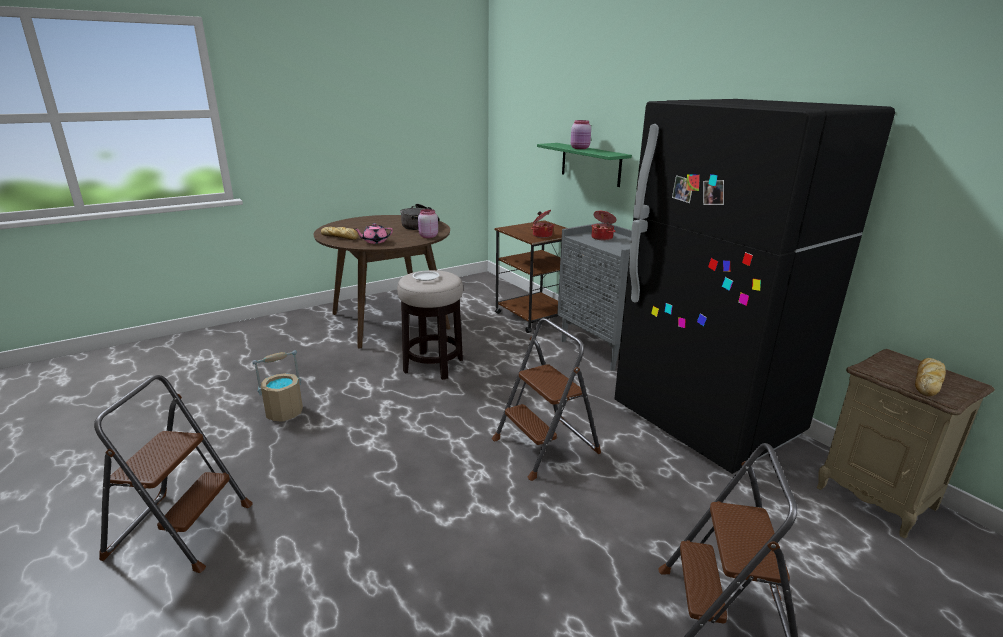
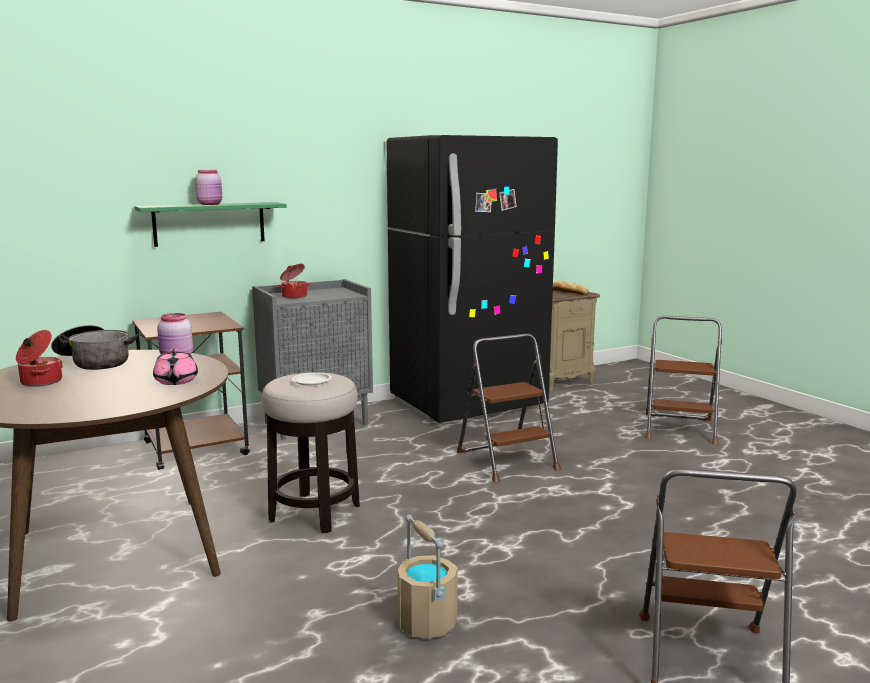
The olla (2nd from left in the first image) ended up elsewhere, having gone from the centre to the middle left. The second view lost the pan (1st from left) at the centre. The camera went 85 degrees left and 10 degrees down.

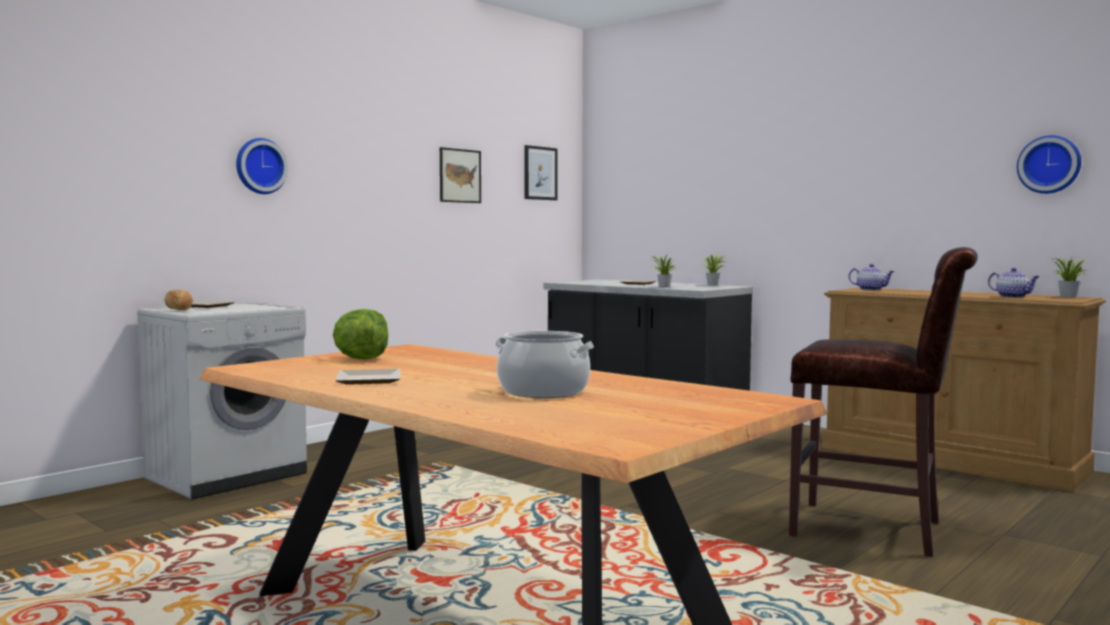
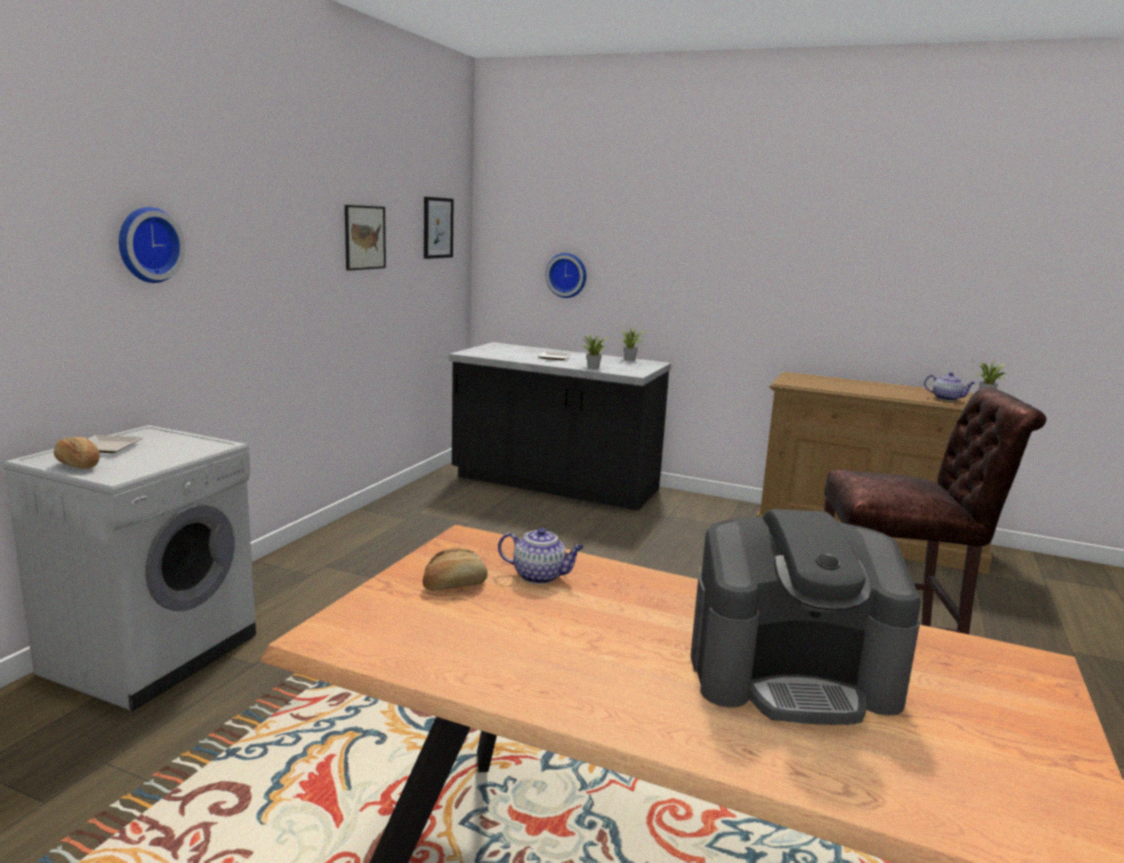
The reloj de pared (2nd from left) ended up elsewhere, having gone from the top right to the top centre. The tetera (1st from left) ended up elsewhere, having gone from the middle right to the centre. Where the lechuga stood at the middle left, the pan (2nd from left) came to stand at the centre. Where the olla stood at the centre, the cafetera came to stand at the bottom right. The second view lost the plato (2nd from left) at the middle left. The camera went 20 degrees left and 10 degrees up.

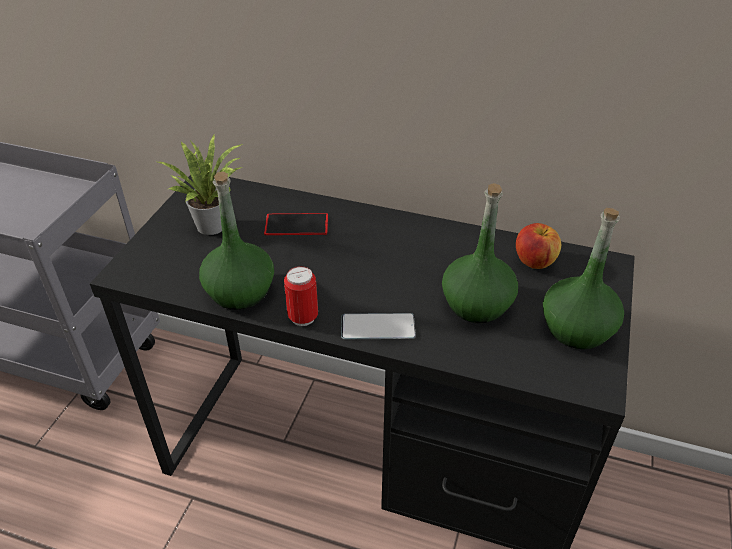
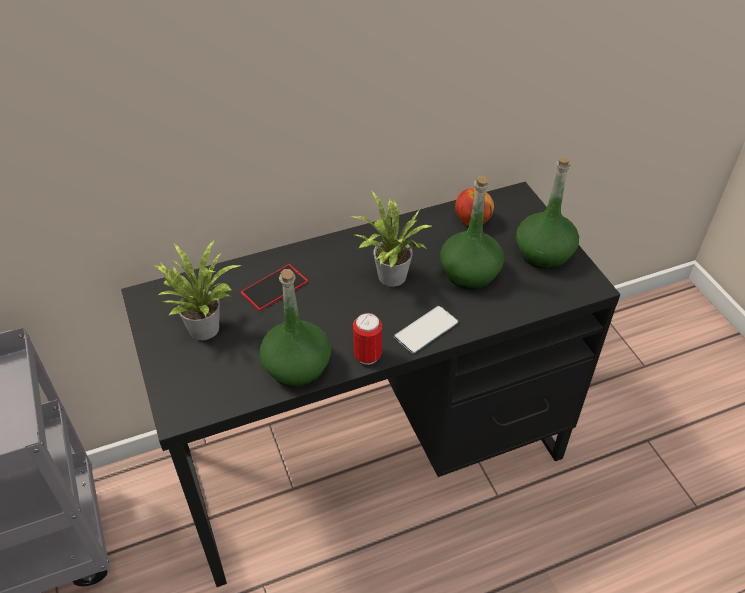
The second view gained the planta en maceta (2nd from left) at the centre. The camera went 40 degrees left and 5 degrees up.

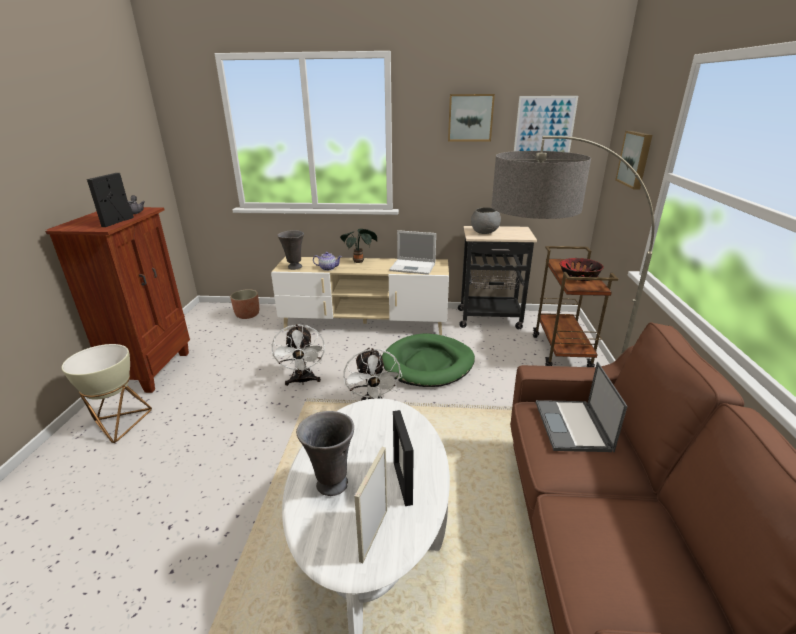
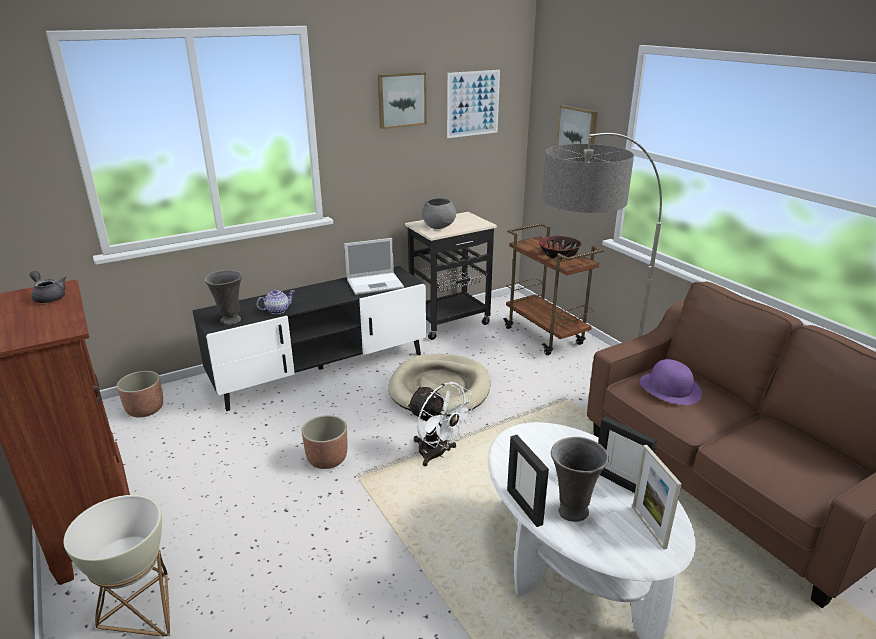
The portarretratos (1st from left) ended up elsewhere, having gone from the top left to the bottom centre. The second view lost the planta en maceta at the centre. What was the mueble de televisión (beis) at the centre turned into the mueble de televisión (negro) at the centre. Where the ventilador (blanco) (1st from left) stood at the centre, the maceta (3rd from left) came to stand at the bottom centre. What was the cama para perro (verde) at the centre turned into the cama para perro (beis) at the centre. Where the portátil (2nd from left) stood at the middle right, the sombrero (morado) came to stand at the middle right. The camera went 35 degrees left and 0 degrees up.

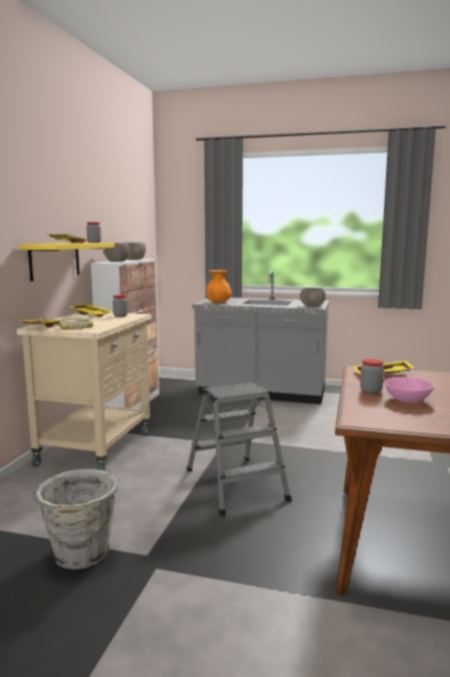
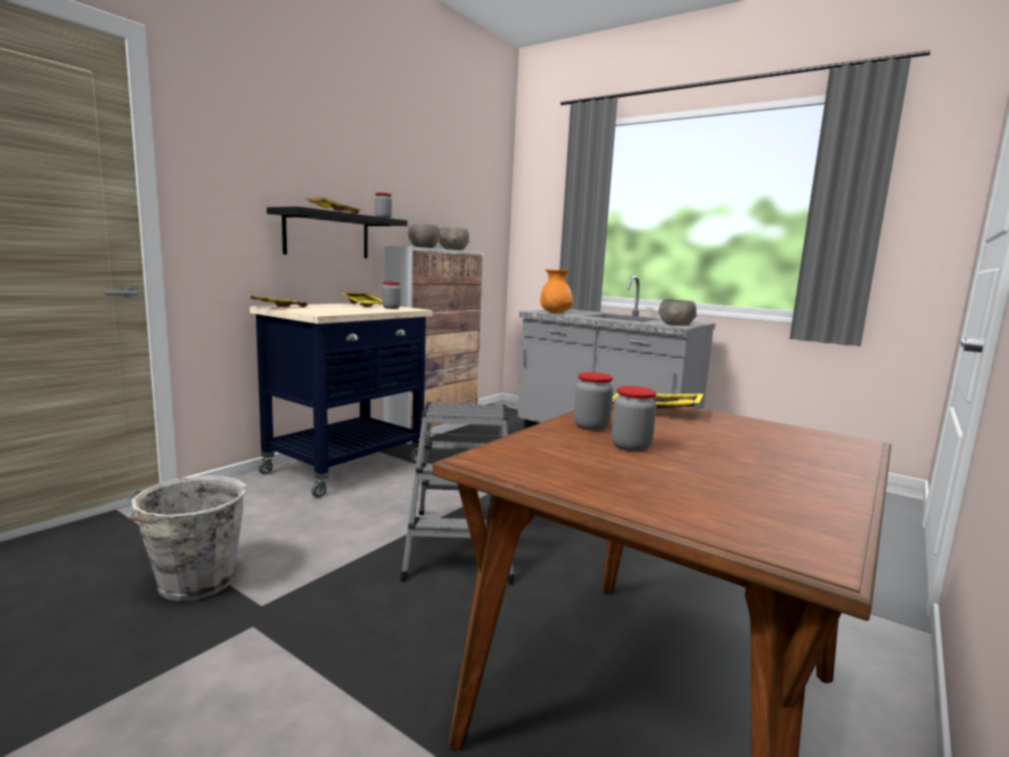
What was the estante (amarillo) at the middle left turned into the estante (negro) at the top centre. What was the carrito (beis) at the middle left turned into the carrito (azul) at the centre. The second view lost the pan at the middle left. Where the cuenco (rosa) stood at the middle right, the tarro (4th from left) came to stand at the centre. The camera went 20 degrees right and 0 degrees up.

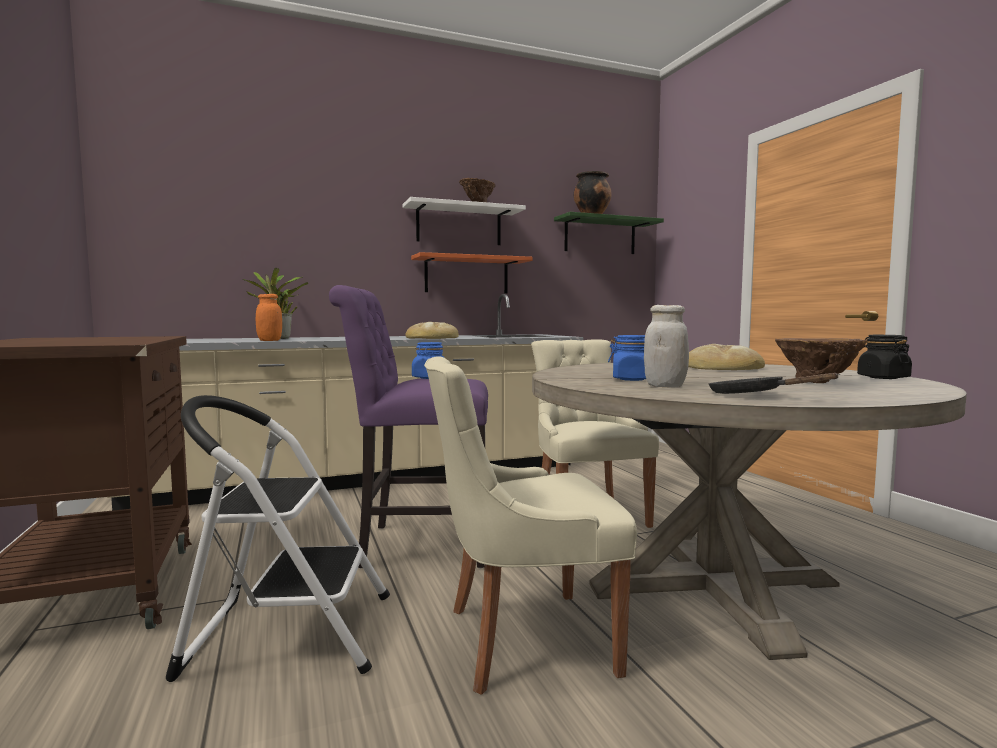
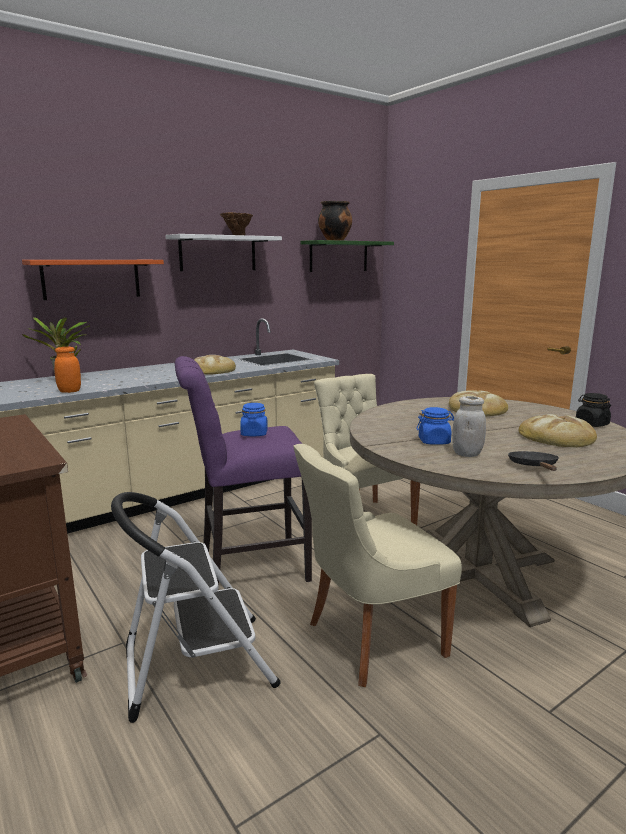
The estante (naranja) ended up elsewhere, having gone from the centre to the middle left. Where the florero (marrón) (2nd from left) stood at the middle right, the pan (3rd from left) came to stand at the middle right. The sartén (negro) at the middle right ended up facing another way, 60 degrees clockwise from before. The camera went 15 degrees left and 10 degrees up.

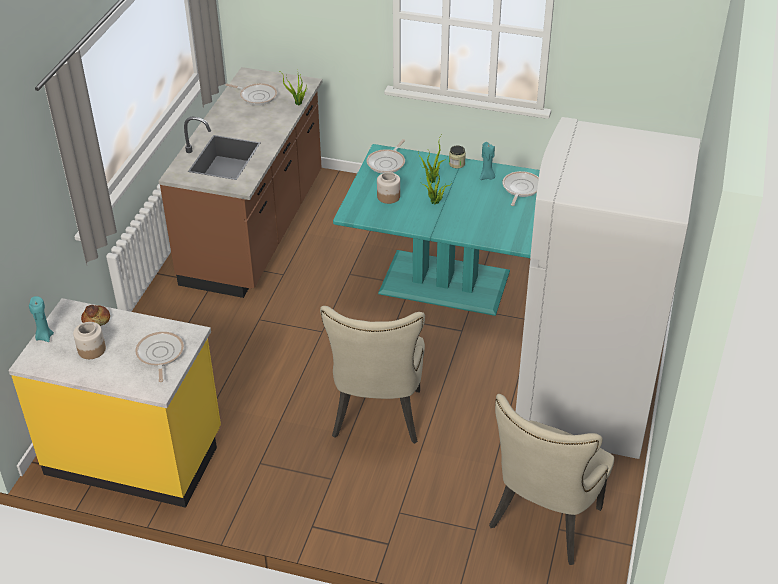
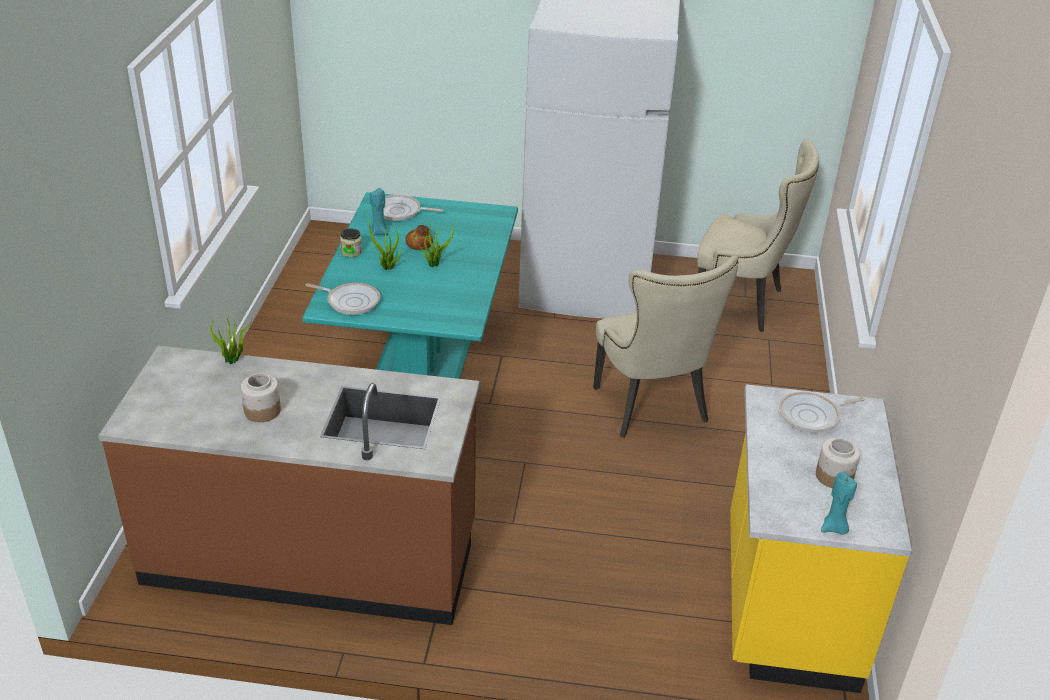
The second view lost the sartén (2nd from left) at the top left. The tarro (2nd from left in the first image) ended up elsewhere, having gone from the top centre to the middle left. The pan ended up elsewhere, having gone from the middle left to the centre. The silla (beis) (1st from left) at the centre ended up facing another way, 75 degrees clockwise from before. The camera went 100 degrees left and 5 degrees down.

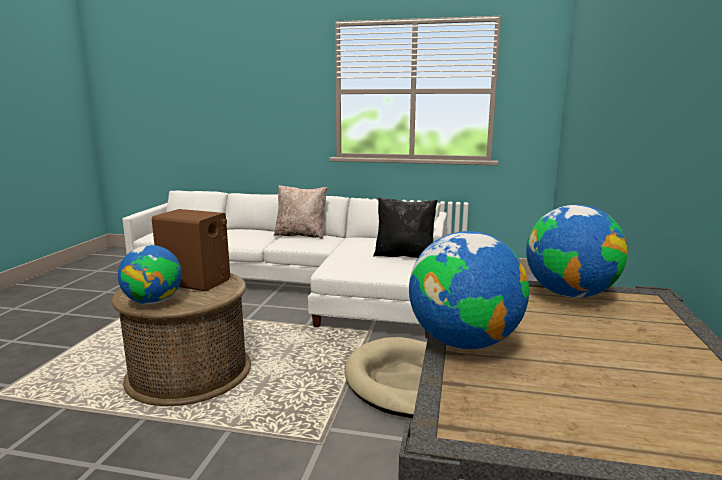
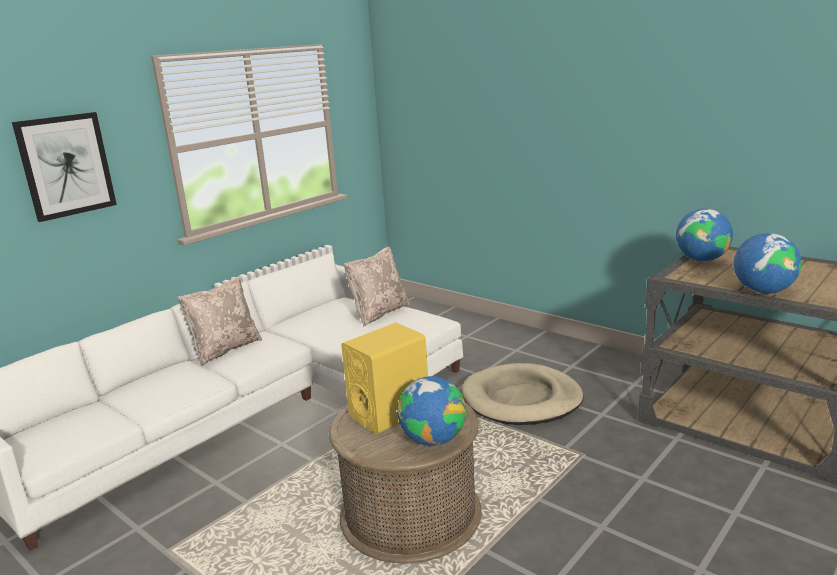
What was the cojín (negro) at the centre turned into the cojín (beis) (2nd from left) at the centre. What was the altavoz (marrón) at the middle left turned into the altavoz (amarillo) at the centre. The second view gained the cuadro at the top left. The camera went 60 degrees left and 5 degrees up.

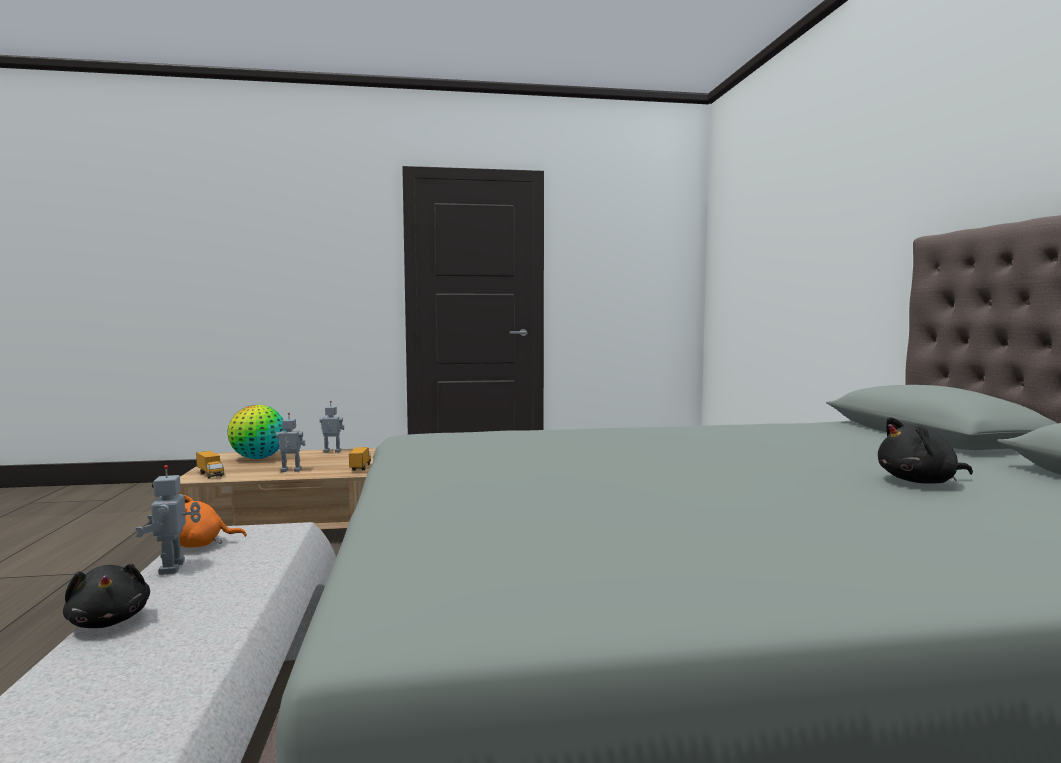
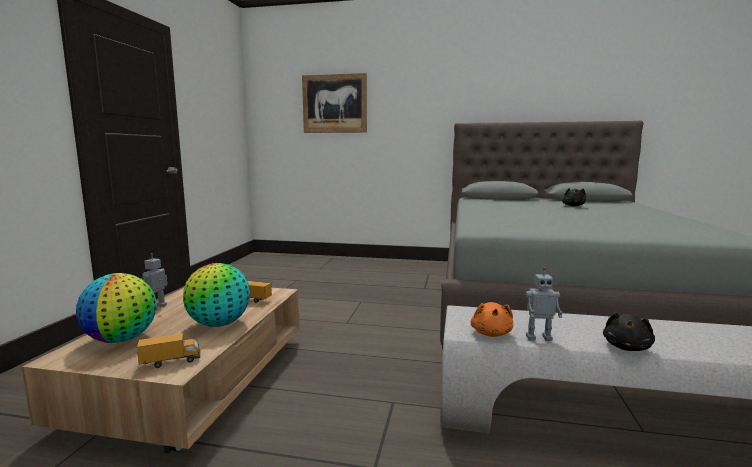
Where the robot de juguete (2nd from left) stood at the middle left, the globo terráqueo (2nd from left) came to stand at the middle left. The peluche (negro) (1st from left in the first image) at the bottom left ended up facing another way, 135 degrees clockwise from before. The second view gained the cuadro at the top centre. The camera went 70 degrees left and 5 degrees up.

